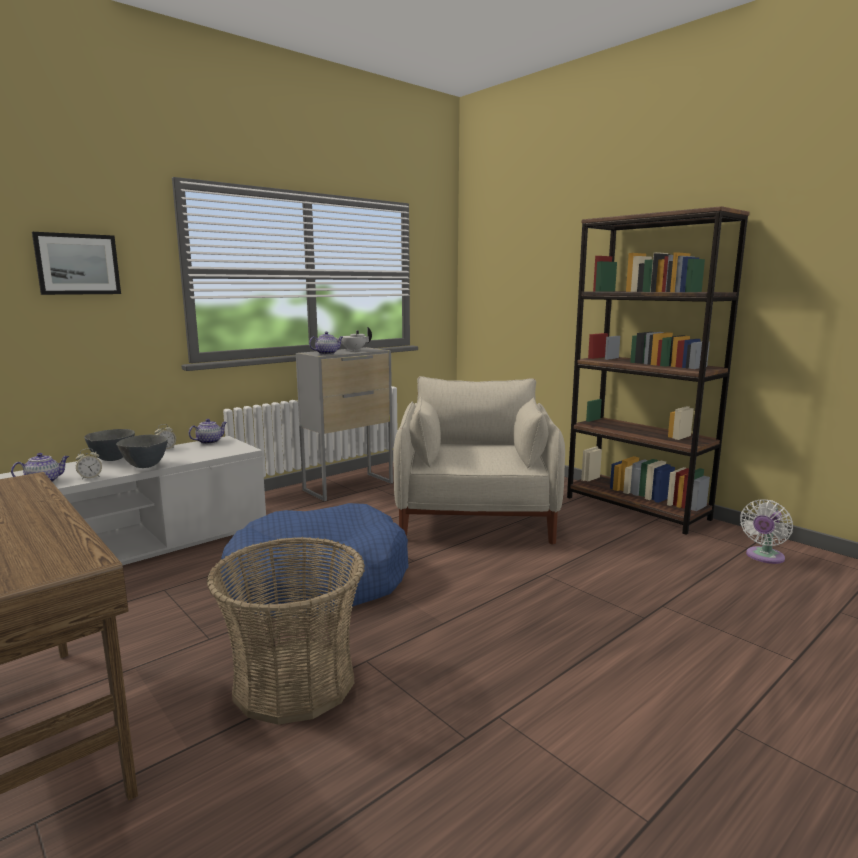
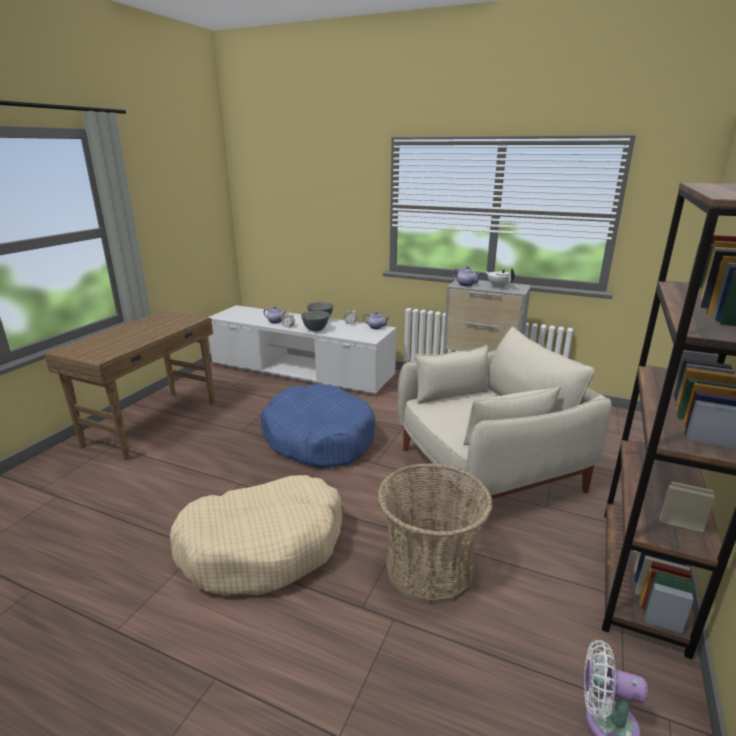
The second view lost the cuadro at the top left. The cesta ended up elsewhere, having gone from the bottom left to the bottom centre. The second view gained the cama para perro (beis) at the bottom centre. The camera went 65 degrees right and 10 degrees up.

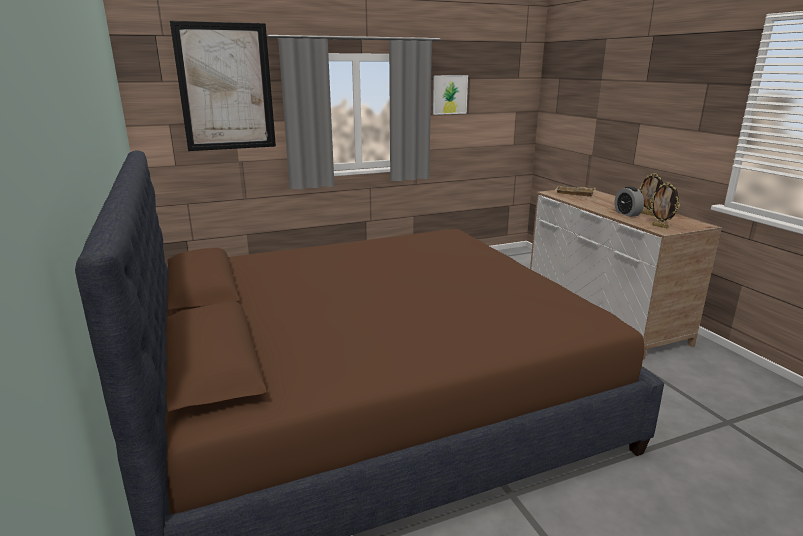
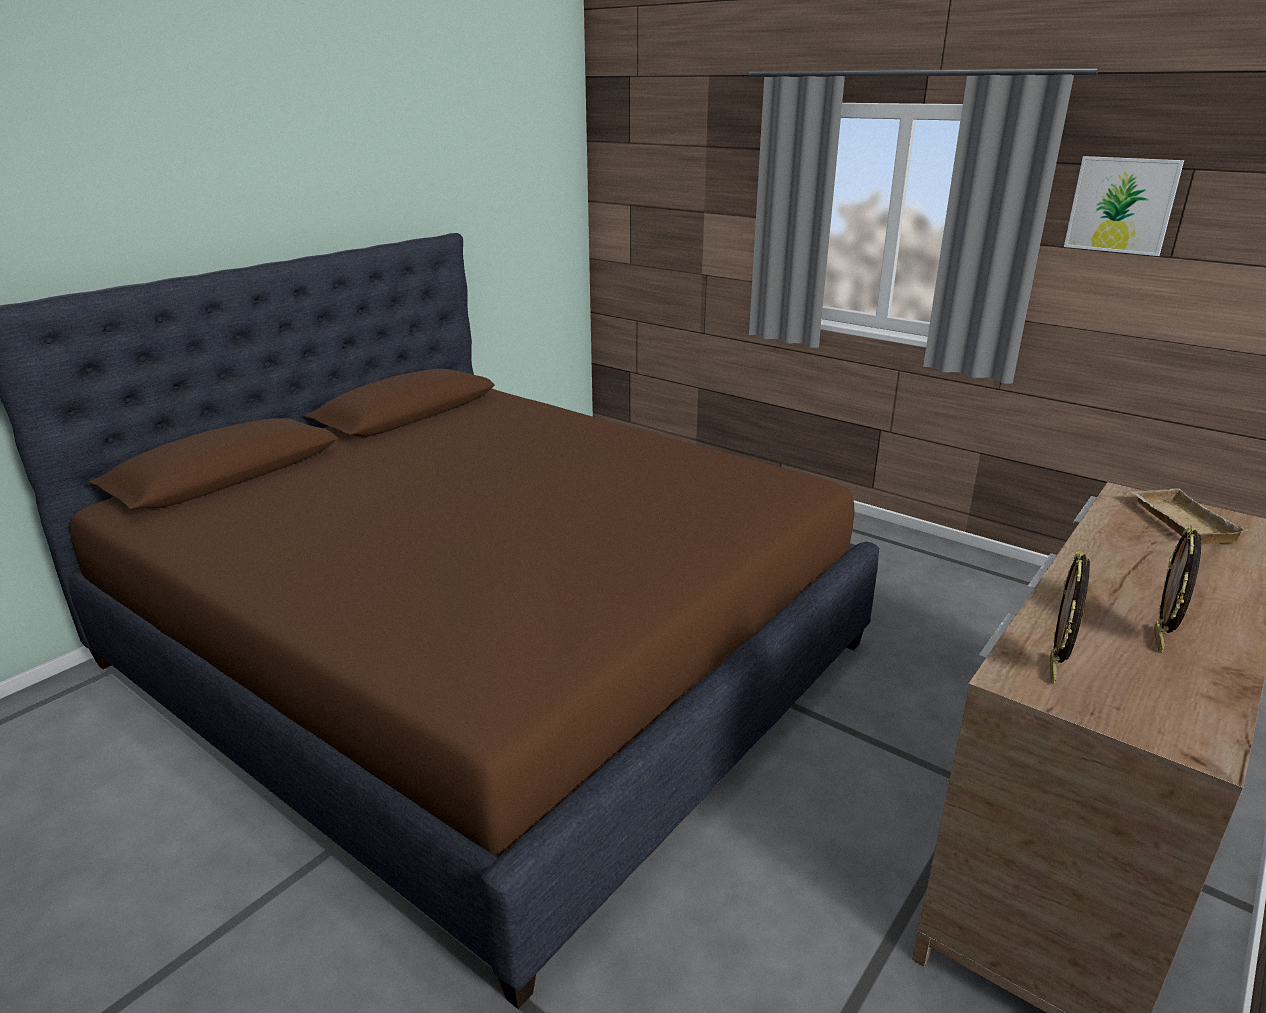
The second view lost the cuadro (1st from left) at the top left. The second view lost the despertador at the middle right. The camera went 60 degrees right and 5 degrees up.

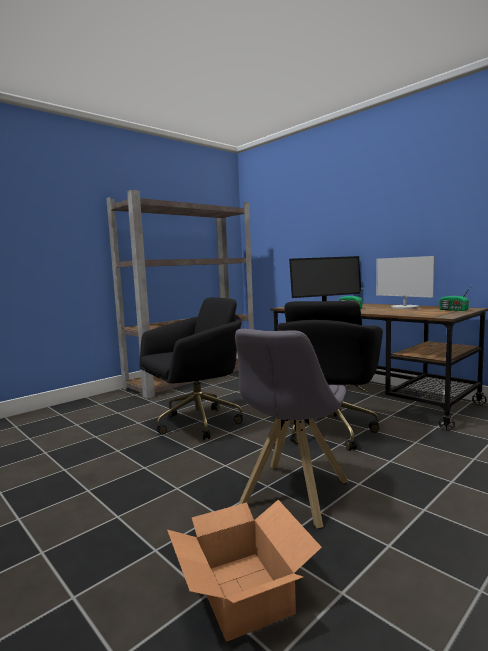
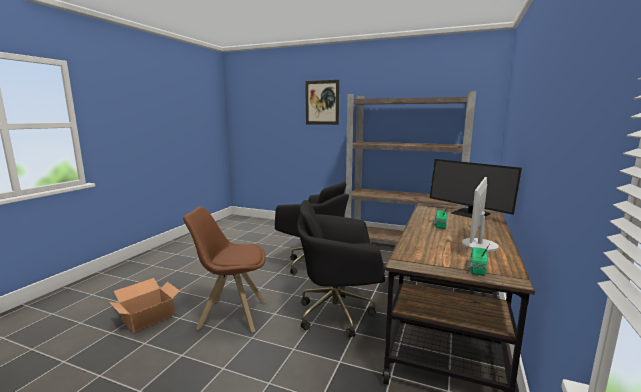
What was the silla (gris) at the centre turned into the silla (marrón) at the bottom centre. The second view gained the cuadro at the top centre. The camera went 65 degrees right and 5 degrees up.

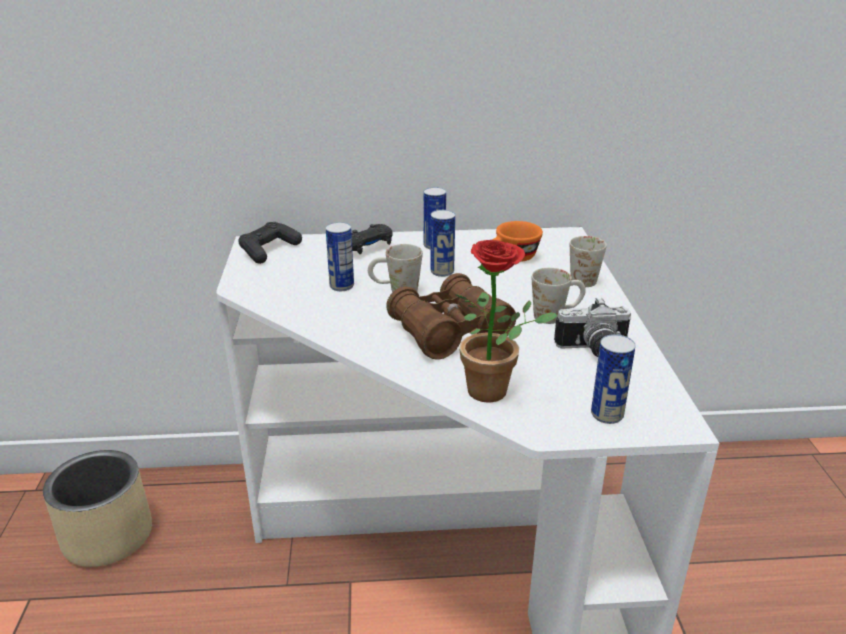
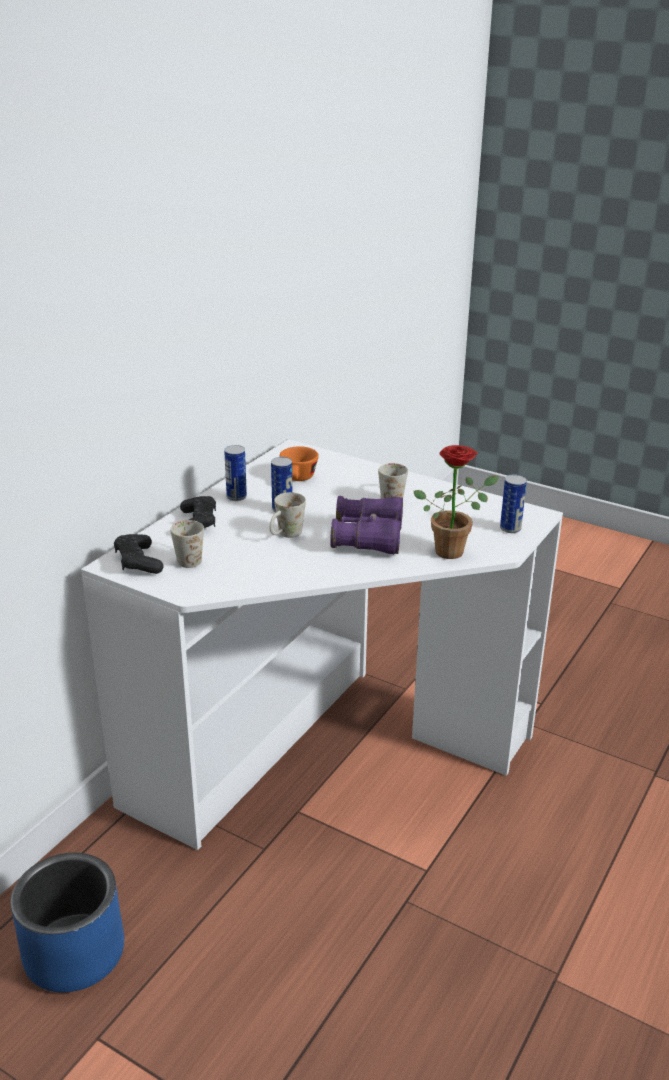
The second view lost the lata (1st from left) at the centre. The taza grande (blanco) (3rd from left in the first image) ended up elsewhere, having gone from the middle right to the middle left. What was the prismáticos (marrón) at the centre turned into the prismáticos (morado) at the centre. The second view lost the cámara at the middle right. What was the maceta (beis) at the bottom left turned into the maceta (azul) at the bottom left. The camera went 55 degrees left and 0 degrees up.

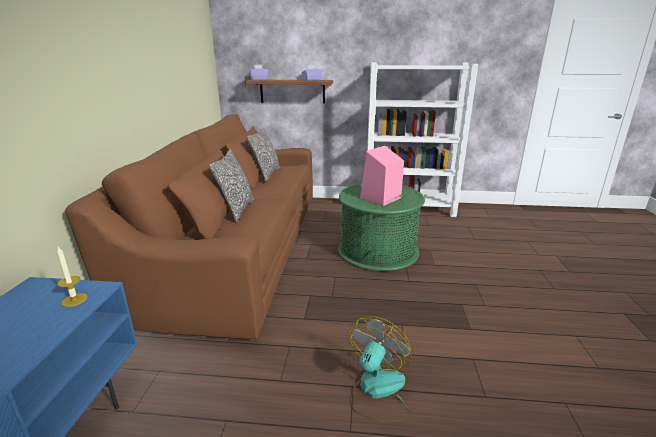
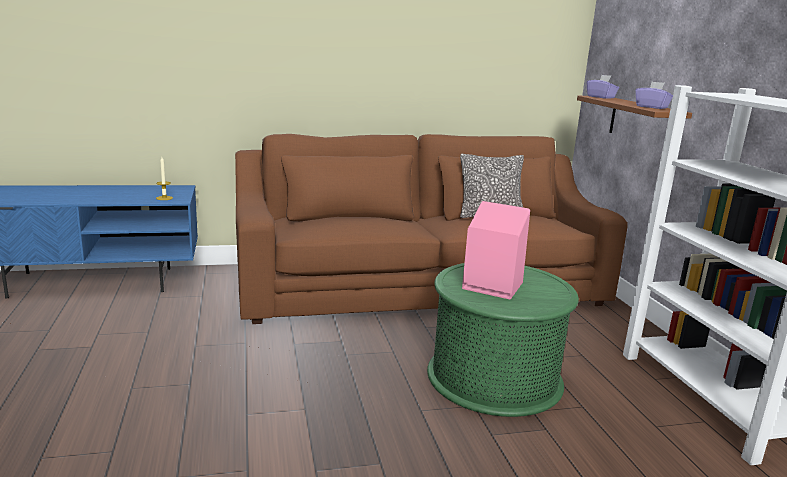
The second view lost the cojín (1st from left) at the centre. The second view lost the ventilador at the bottom centre. The camera went 70 degrees right and 5 degrees down.

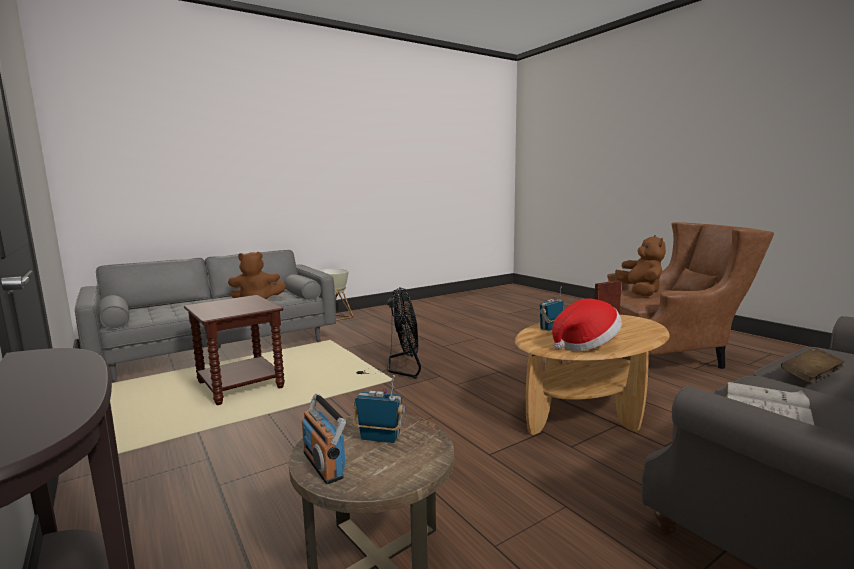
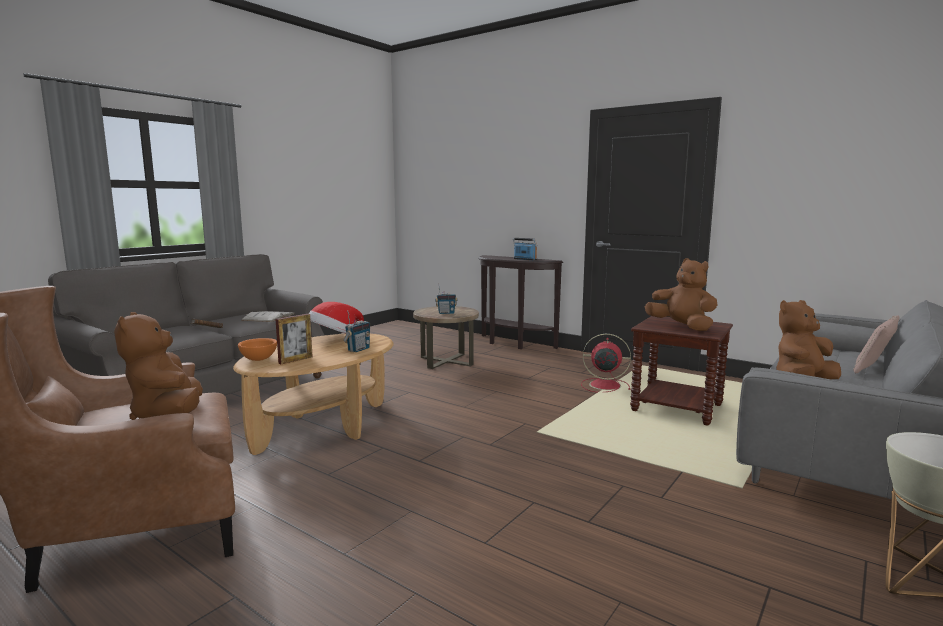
The second view lost the ventilador (negro) at the centre. The radio (1st from left in the first image) ended up elsewhere, having gone from the bottom centre to the centre. The second view gained the peluche (marrón) (2nd from left) at the middle right. The second view gained the cojín (beis) at the middle right. The second view gained the ventilador (rojo) at the centre. The second view gained the cuenco (naranja) at the middle left. The camera went 160 degrees right and 0 degrees up.

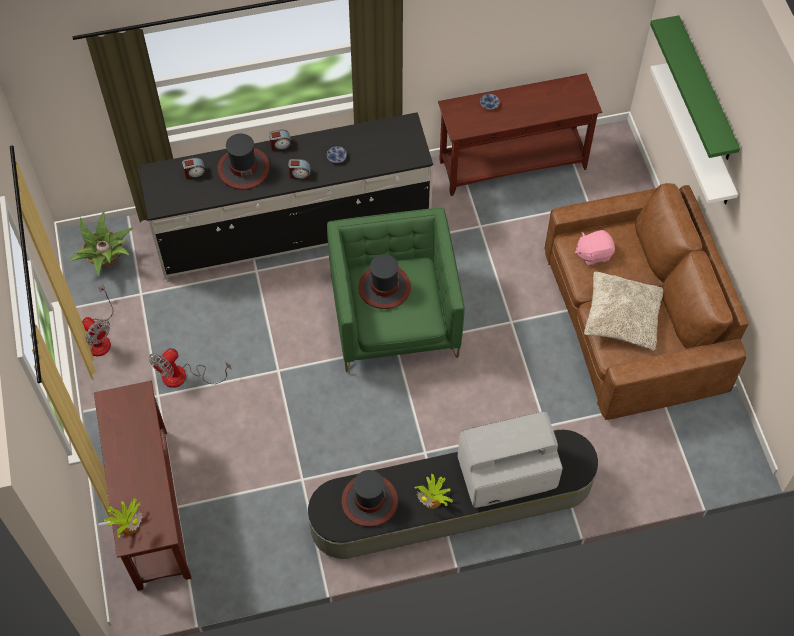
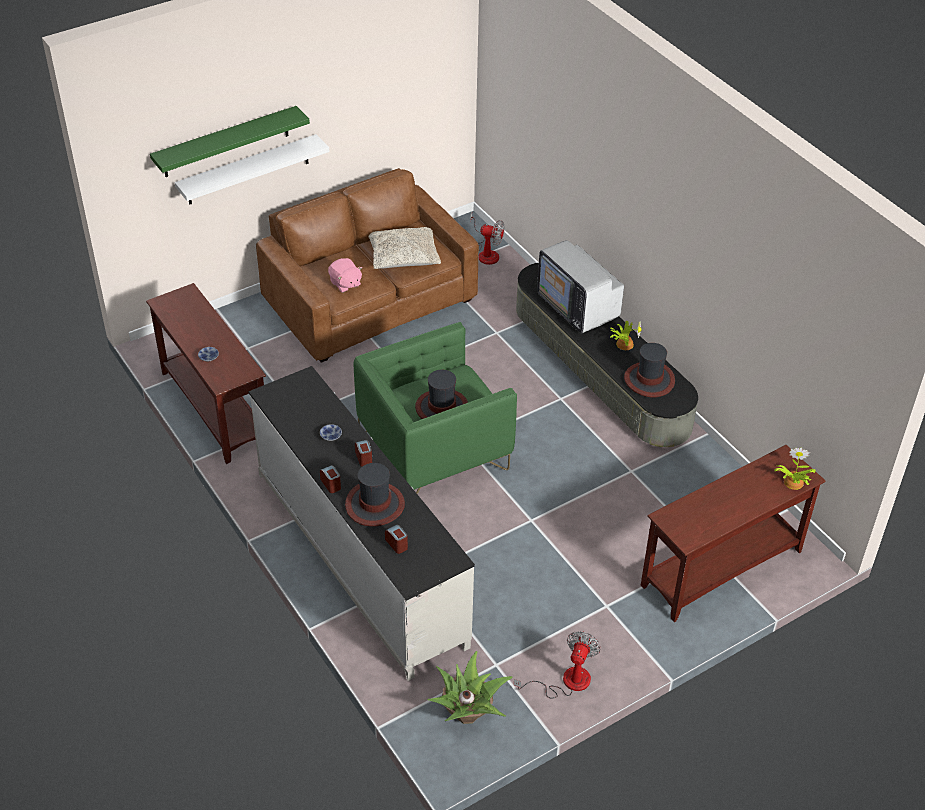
The ventilador (2nd from left in the first image) ended up elsewhere, having gone from the middle left to the top centre. The camera went 110 degrees left and 15 degrees down.

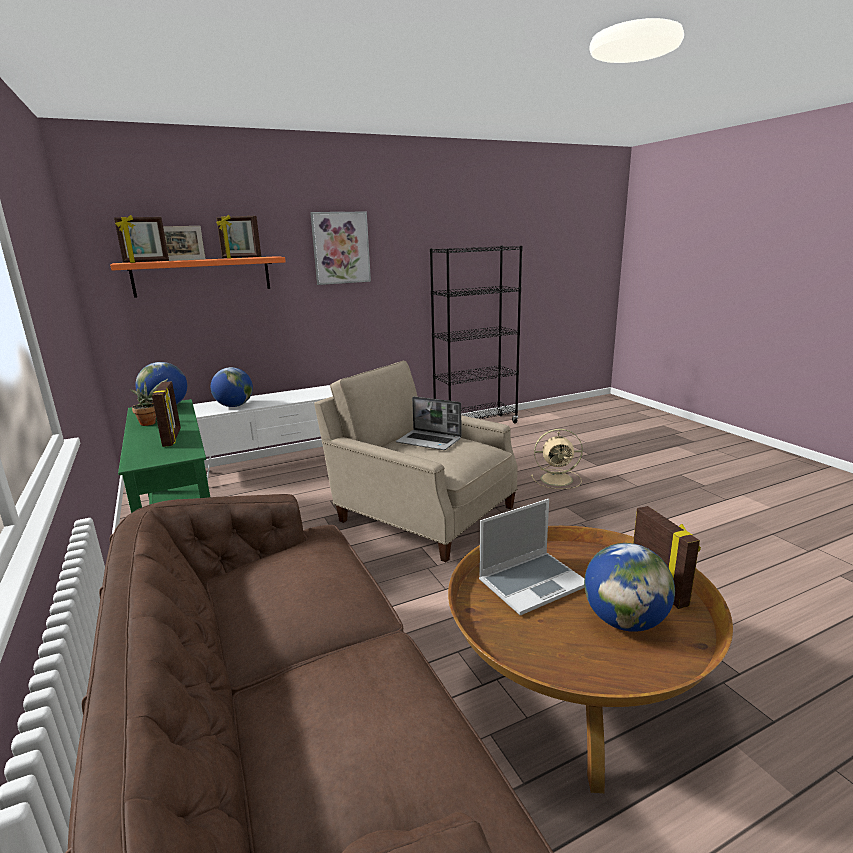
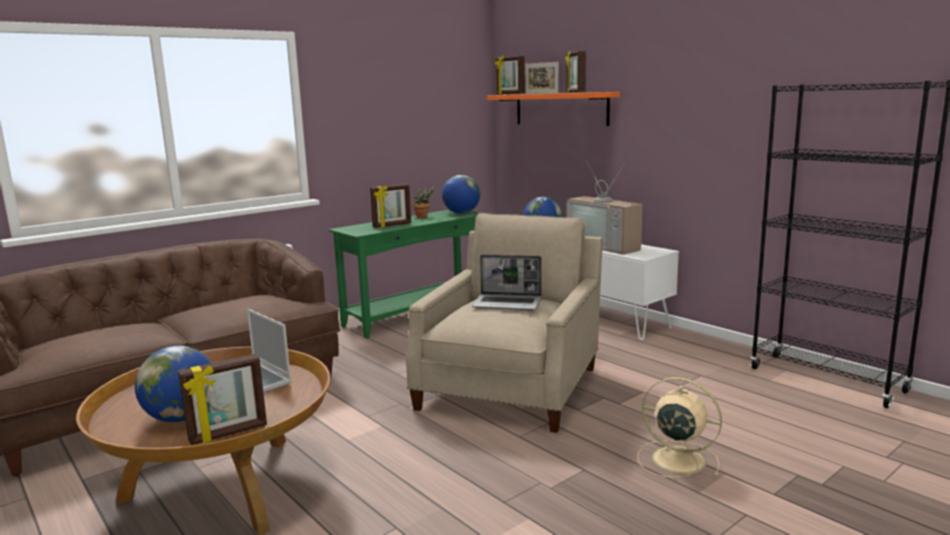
The second view lost the cuadro at the top centre. The portátil (1st from left in the first image) at the centre ended up facing another way, 90 degrees counterclockwise from before. The ventilador (beis) at the centre ended up facing another way, 135 degrees clockwise from before. The second view gained the televisor at the centre. The camera went 75 degrees right and 5 degrees down.

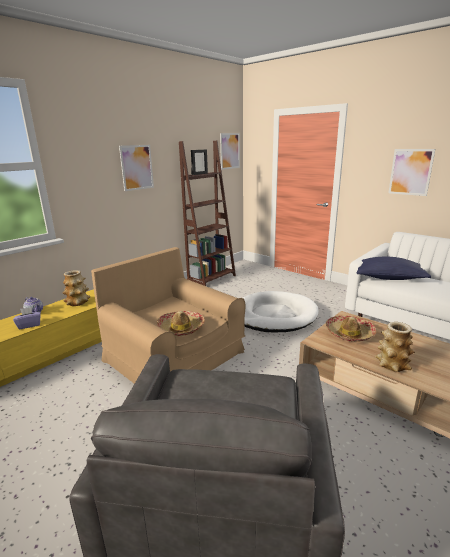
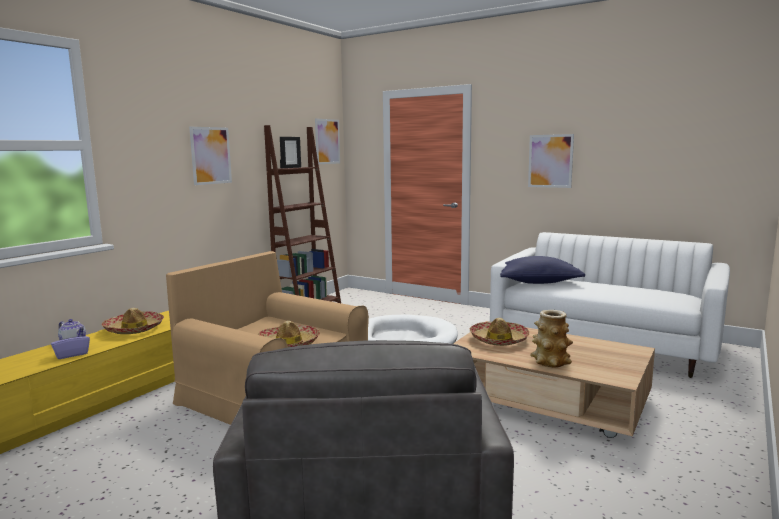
Where the florero (1st from left) stood at the middle left, the sombrero (1st from left) came to stand at the middle left. The camera went 10 degrees left and 10 degrees down.

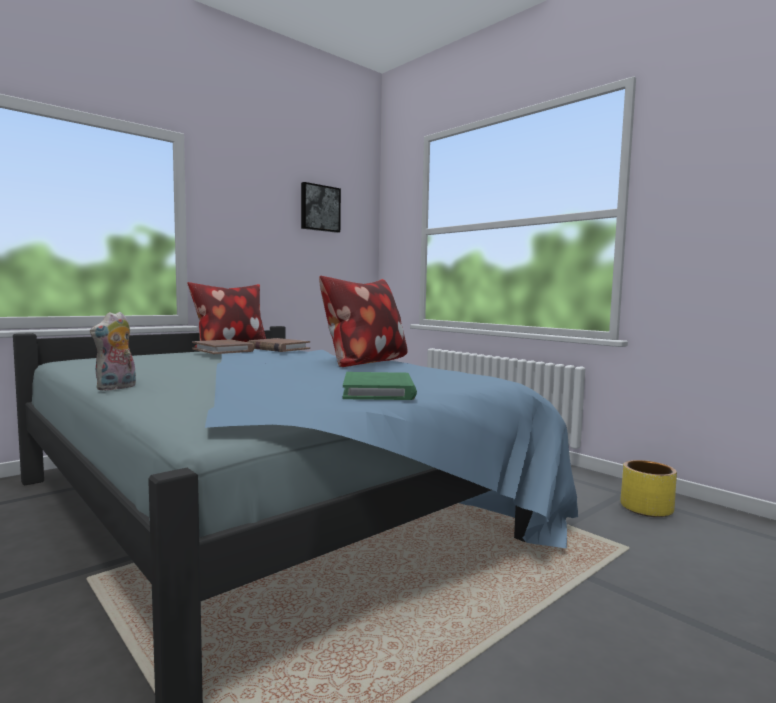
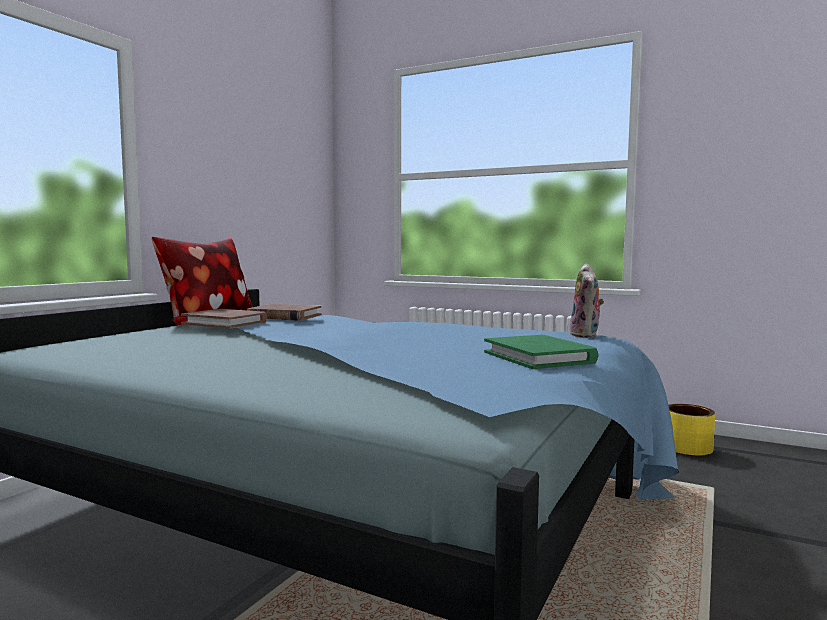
The second view lost the cuadro at the top centre. The second view lost the cojín (2nd from left) at the centre. The peluche ended up elsewhere, having gone from the middle left to the middle right. The camera went 20 degrees left and 0 degrees up.

